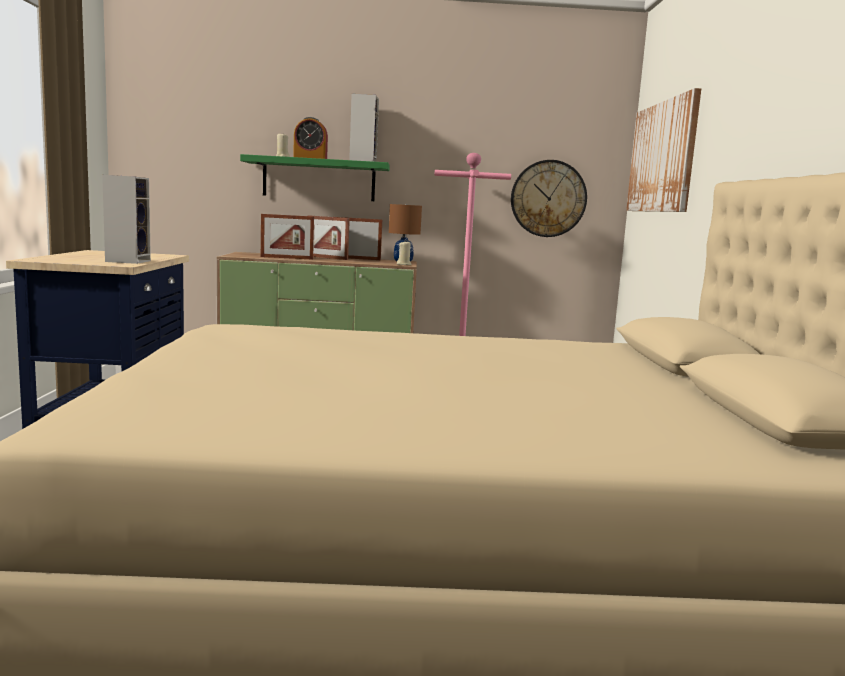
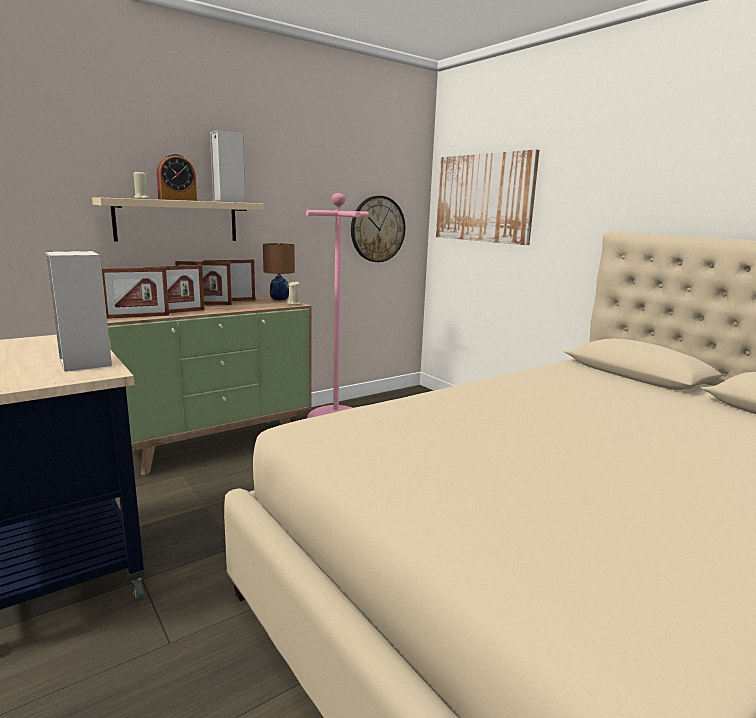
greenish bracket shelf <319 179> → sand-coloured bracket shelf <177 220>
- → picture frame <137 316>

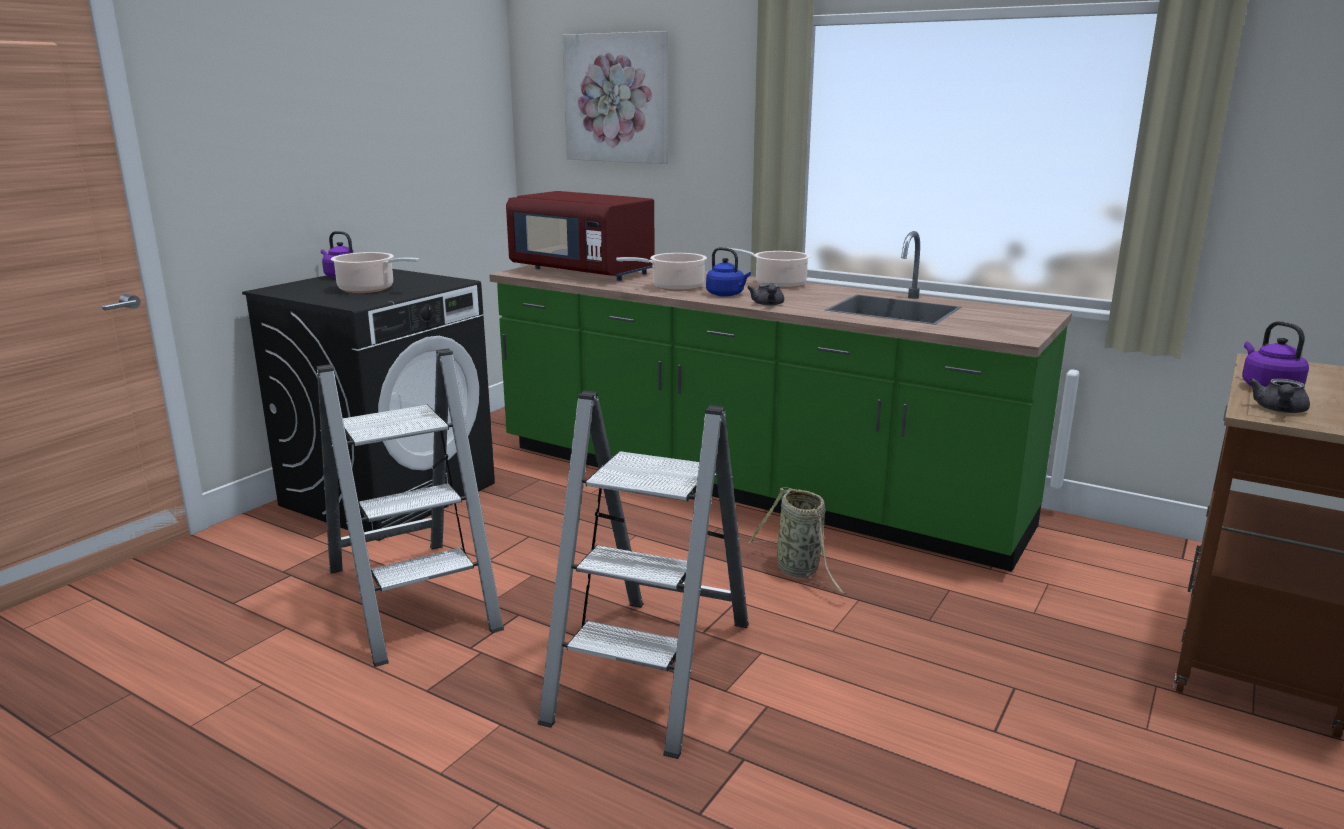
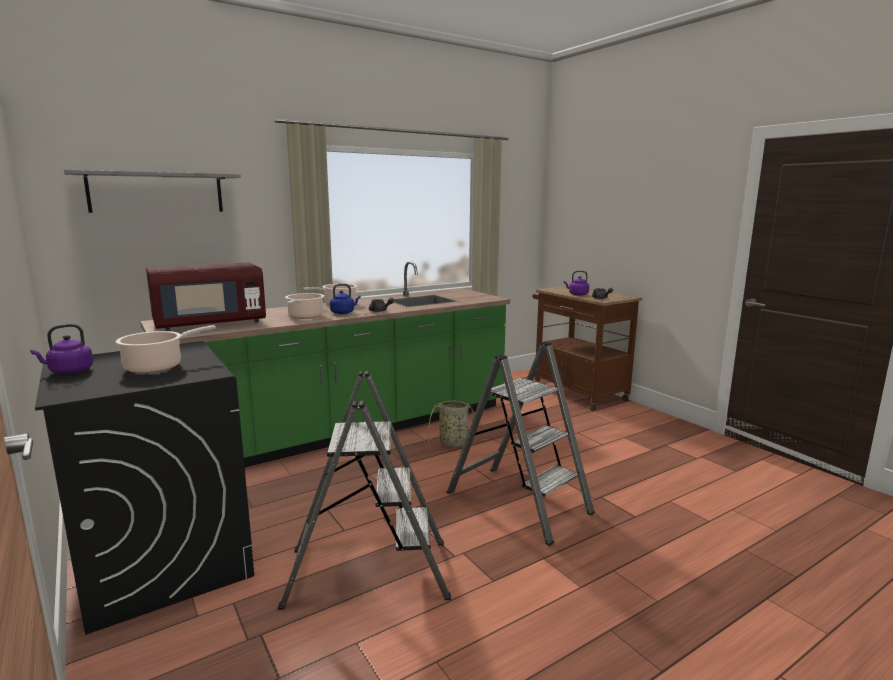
picture <617 98> → greyish bracket shelf <157 192>

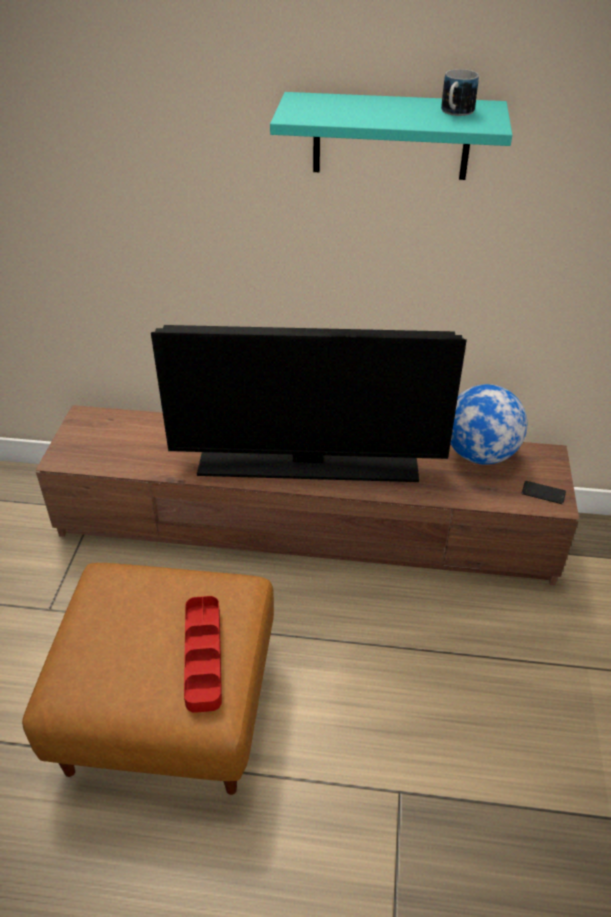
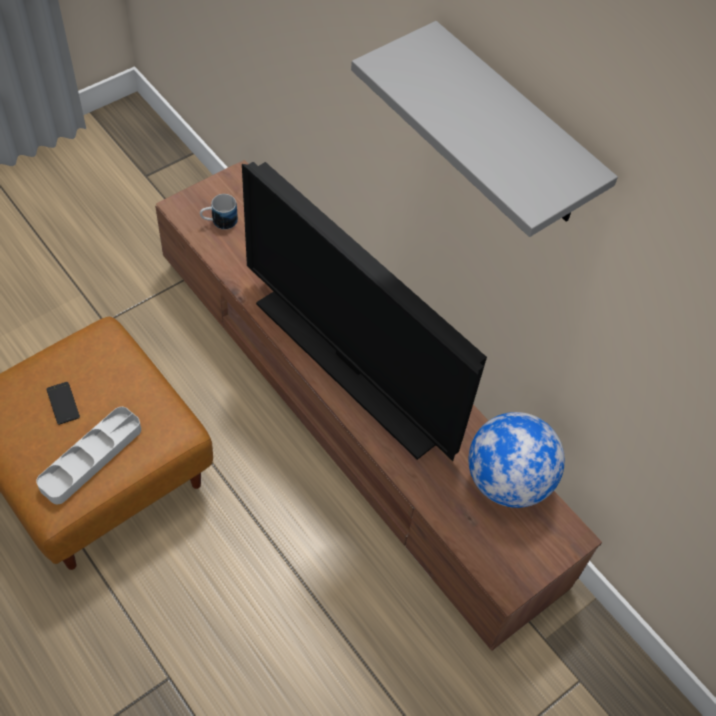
red tray <203 656> → greyish tray <91 458>
turquoise bracket shelf <391 136> → greyish bracket shelf <513 129>
coffee mug <455 113> → coffee mug <219 221>, shifted
phone <543 493> → phone <63 403>, shifted

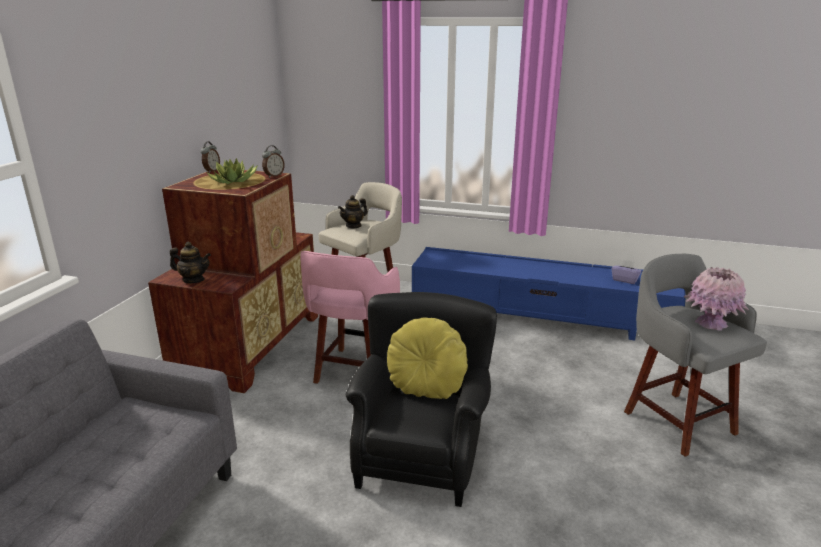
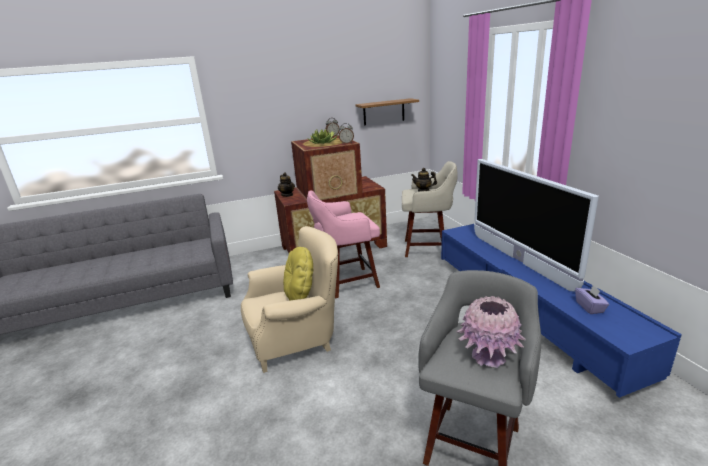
black-coloured lounge chair <421 454> → sand-coloured lounge chair <296 338>
- → bracket shelf <384 112>
- → TV <519 260>

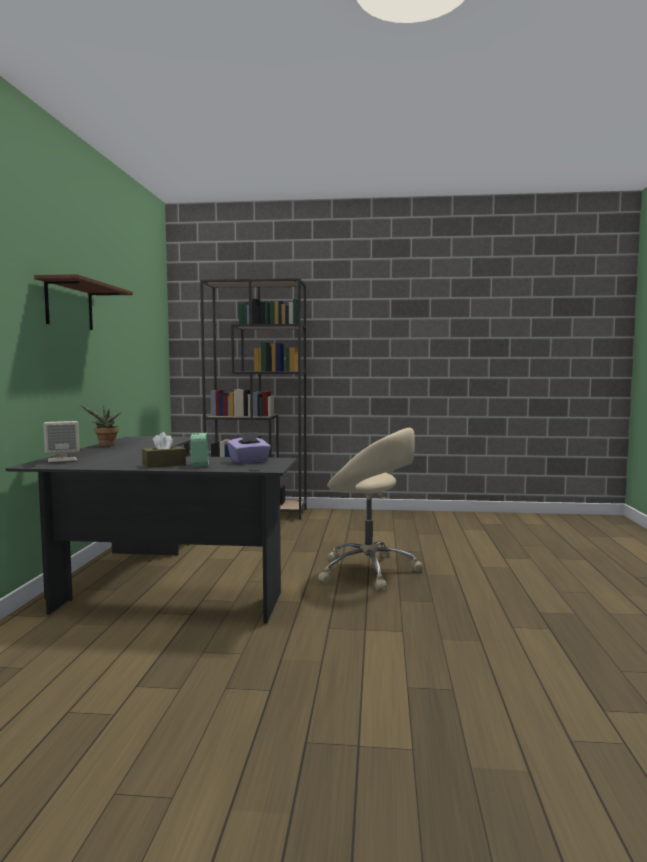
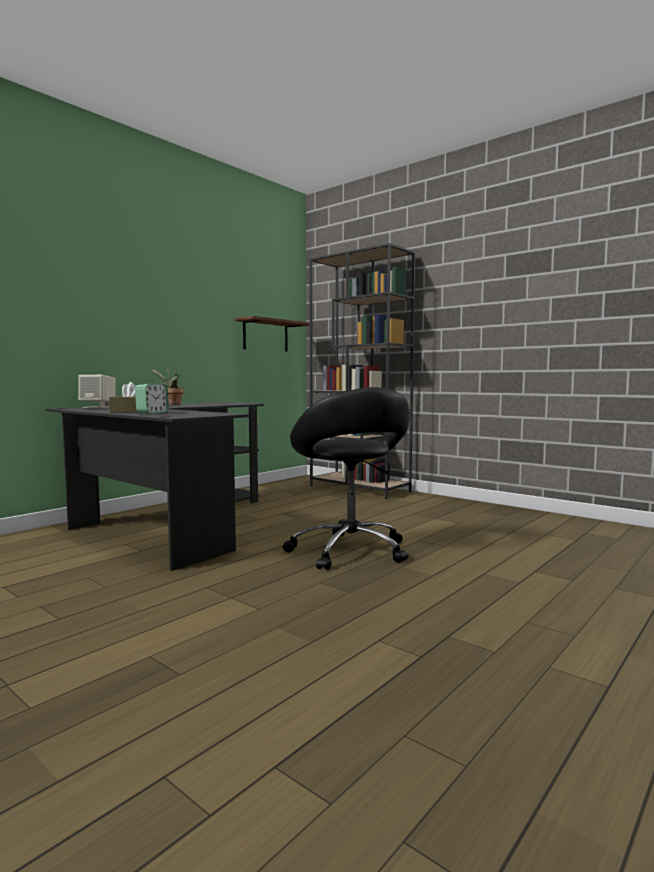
bracket shelf <69 305> → bracket shelf <265 336>, shifted
purple-coloured box of tissues <249 461> → -
sand-coloured desk chair <370 571> → black-coloured desk chair <350 551>

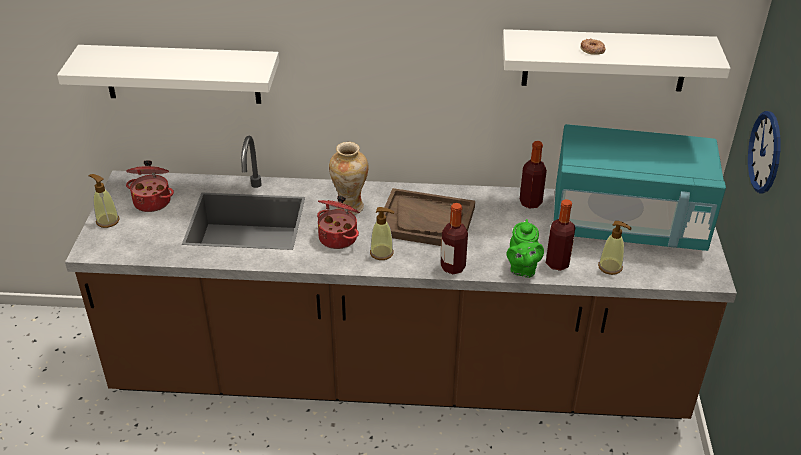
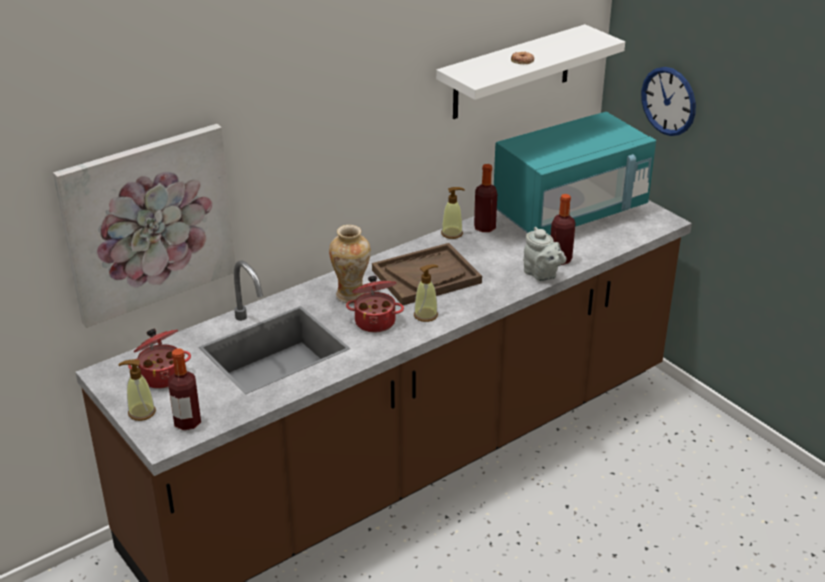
white bracket shelf <182 74> → picture <148 222>
drink bottle <453 267> → drink bottle <187 422>, shifted
greenish pot for tea <522 269> → greyish pot for tea <542 275>
soap bottle <610 267> → soap bottle <452 233>, shifted

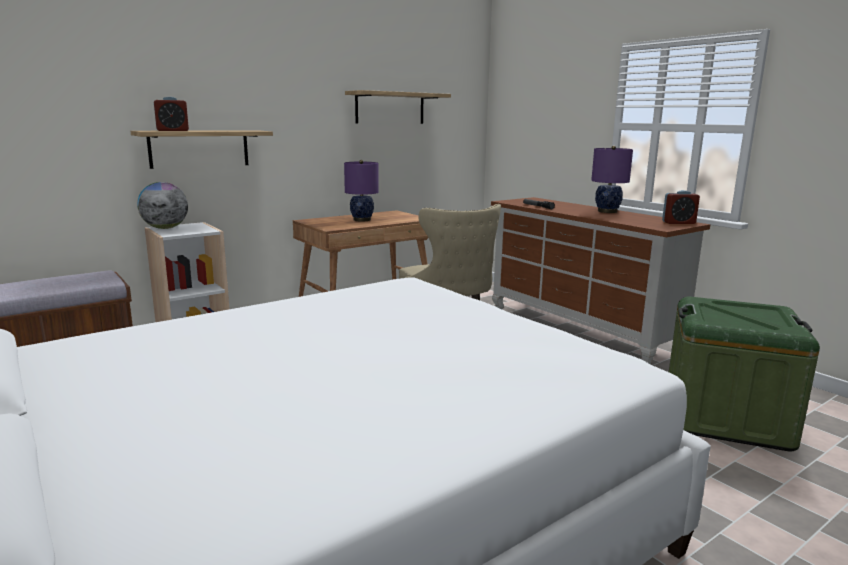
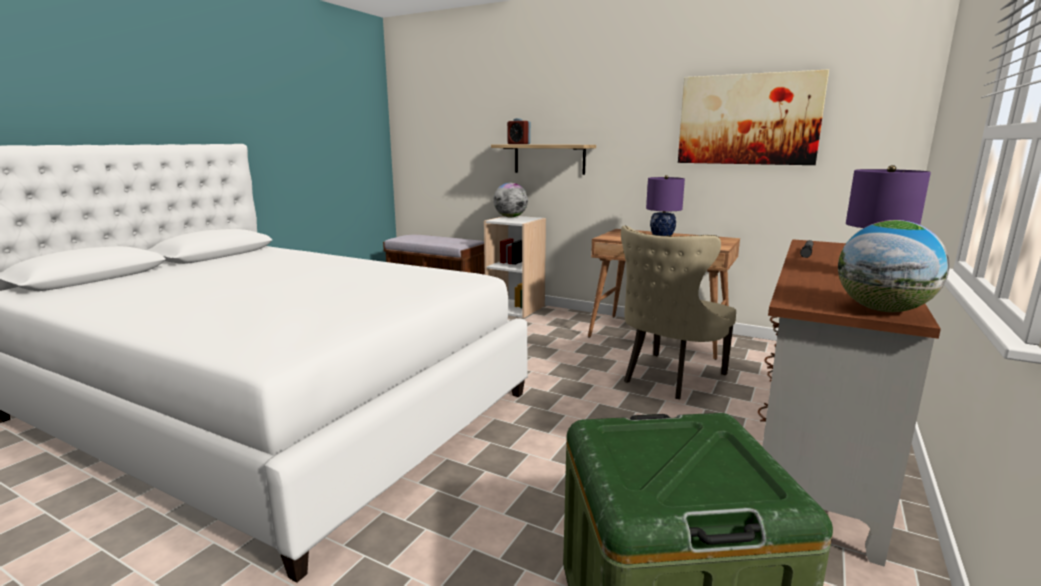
bracket shelf <390 108> → picture <748 119>
table clock <678 223> → globe <882 310>

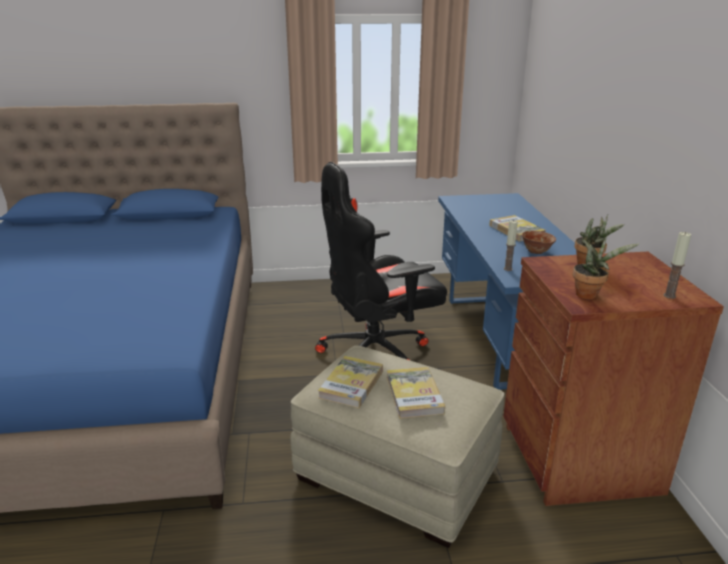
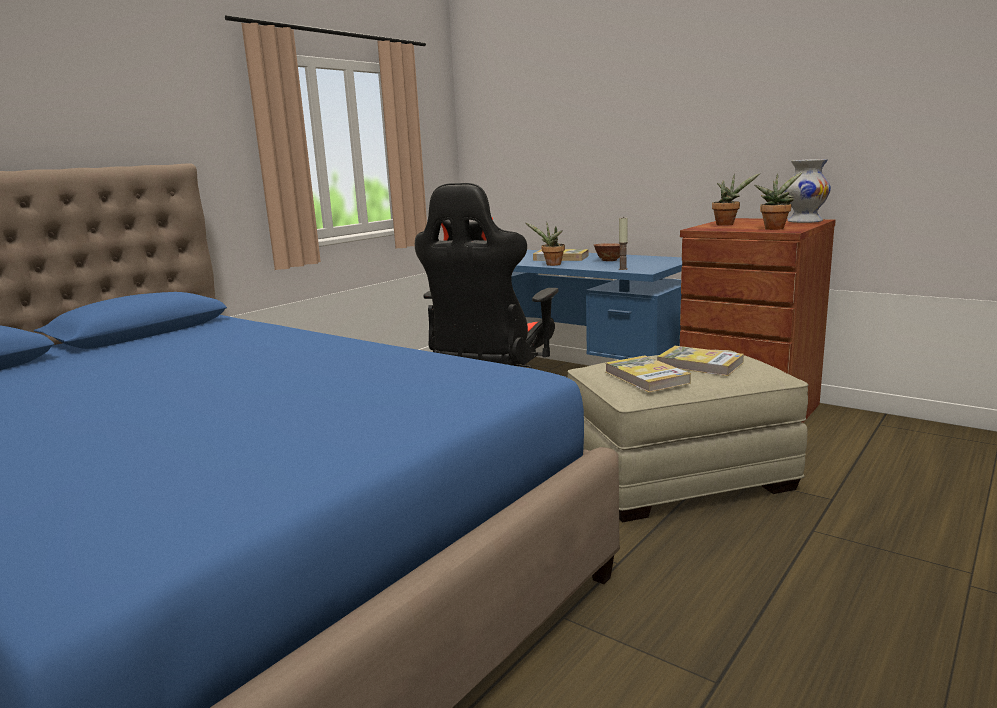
candle <669 296> → white vase <804 221>
- → potted plant <551 265>

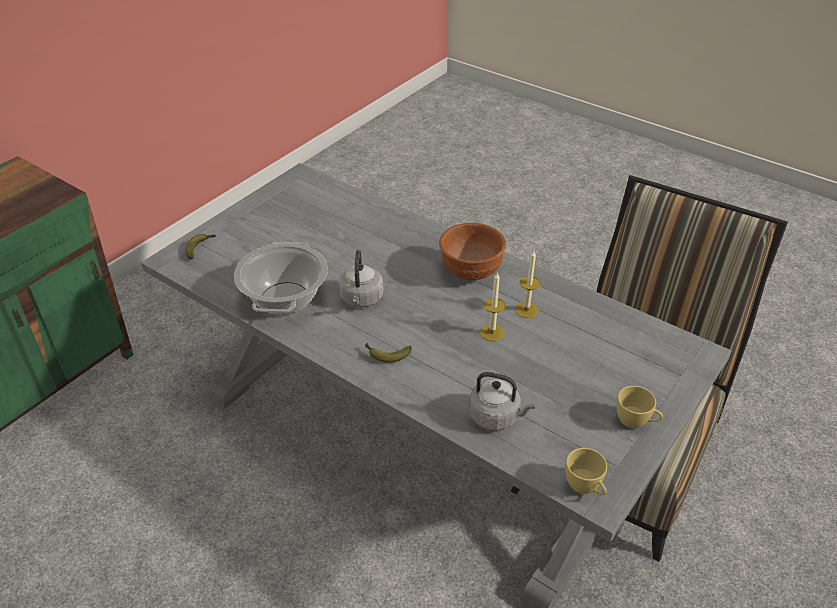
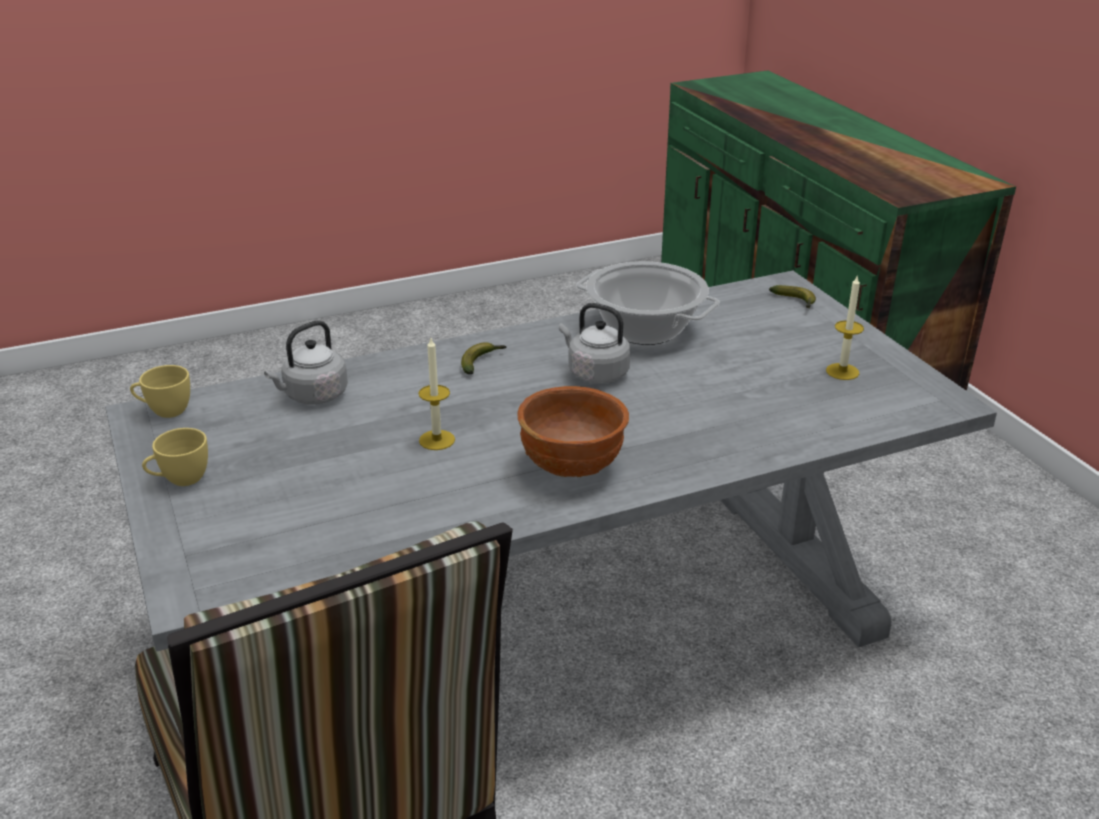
candle <526 310> → candle <842 371>, shifted

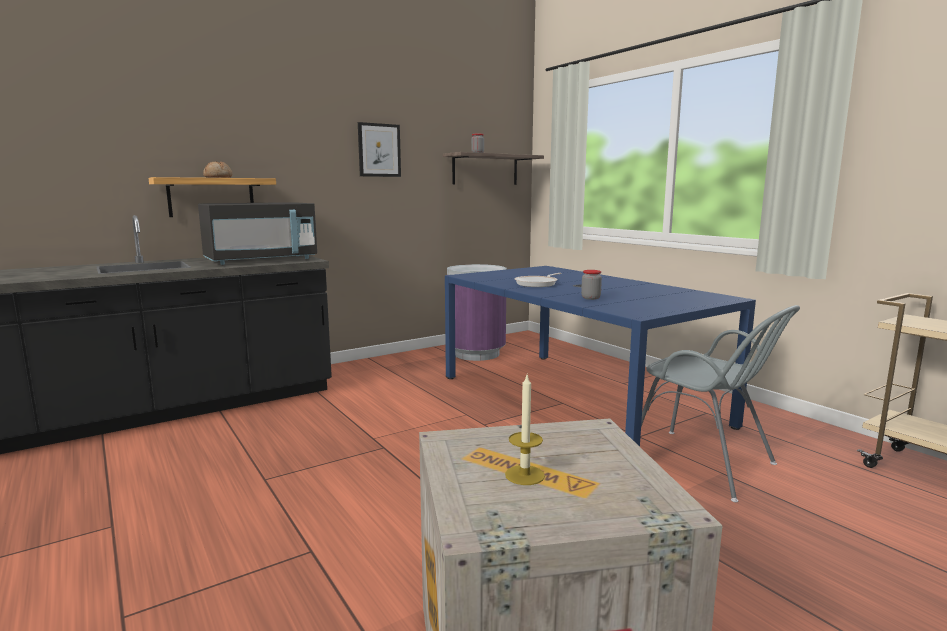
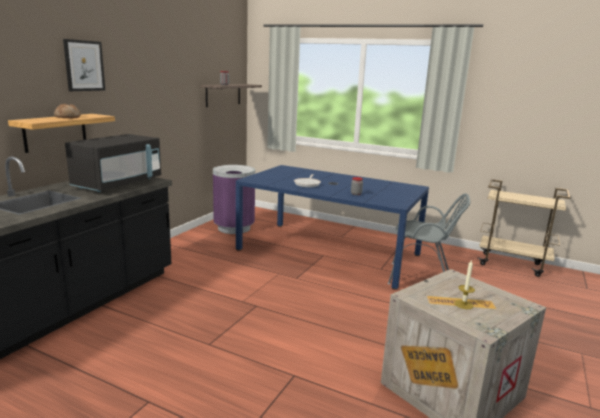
picture <379 150> → picture <84 66>, shifted

